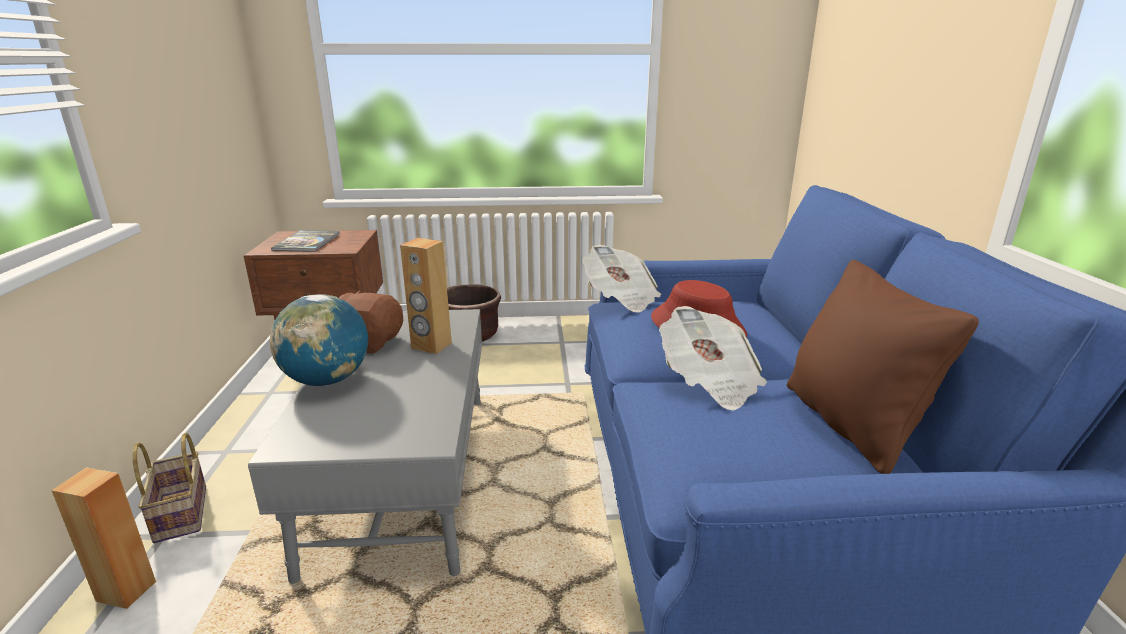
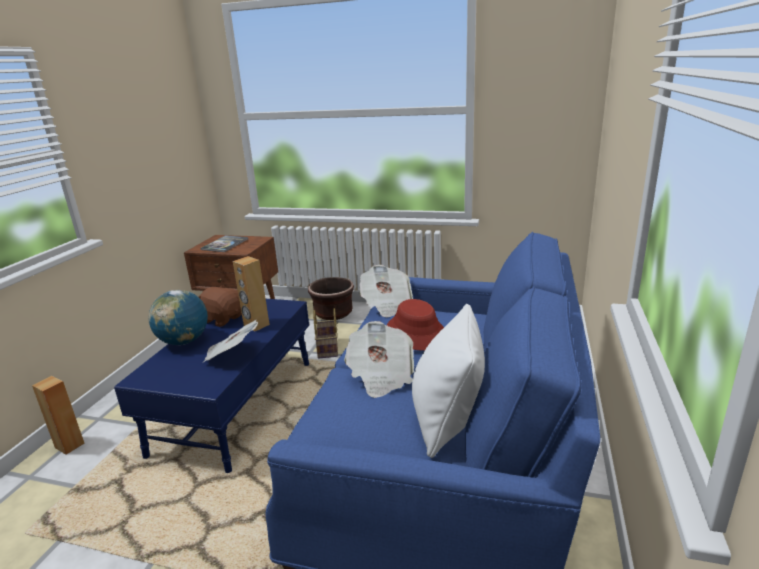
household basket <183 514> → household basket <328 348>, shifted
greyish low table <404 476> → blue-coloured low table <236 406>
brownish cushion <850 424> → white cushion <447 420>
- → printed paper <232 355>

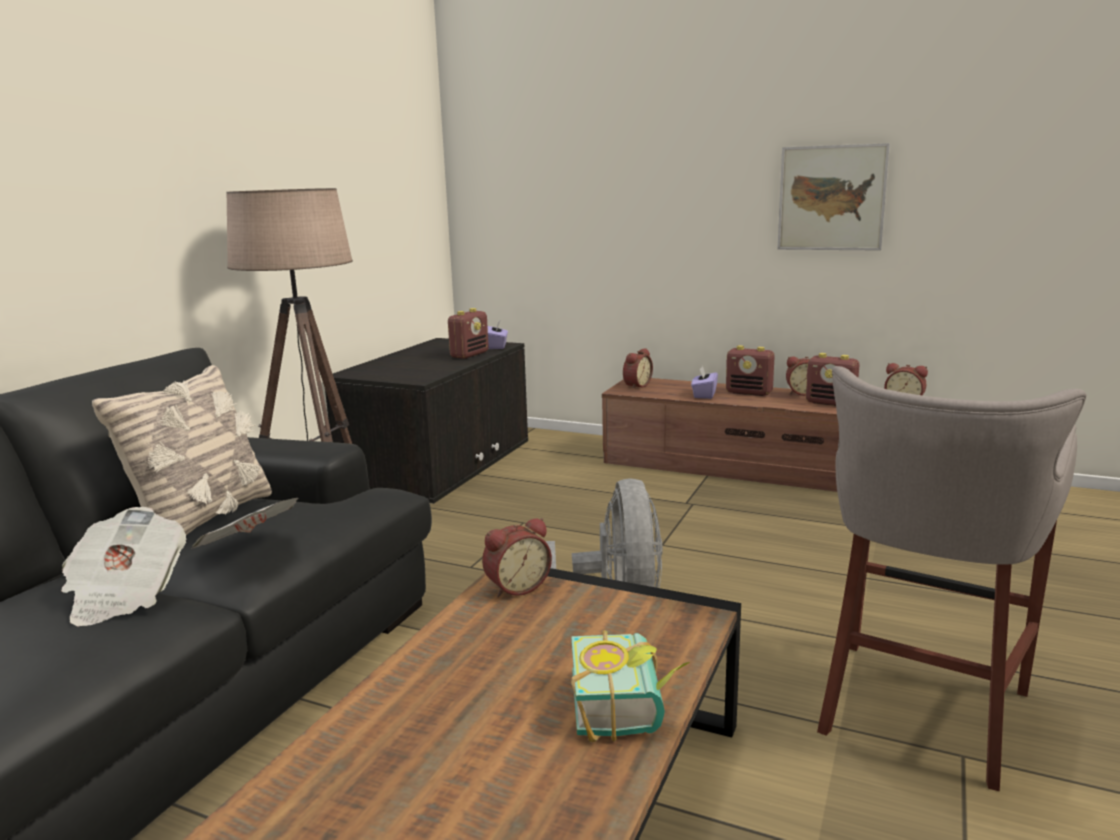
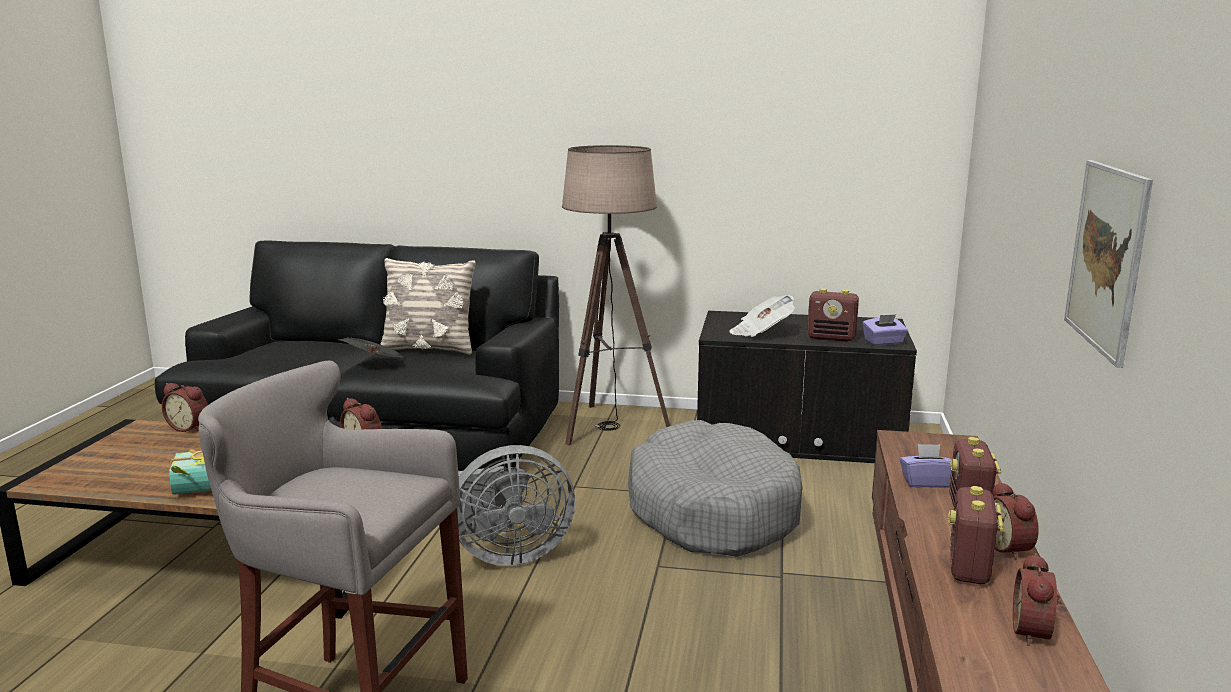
printed paper <125 594> → printed paper <761 333>, shifted
table clock <636 386> → table clock <190 427>, shifted
- → greyish dog bed <712 510>

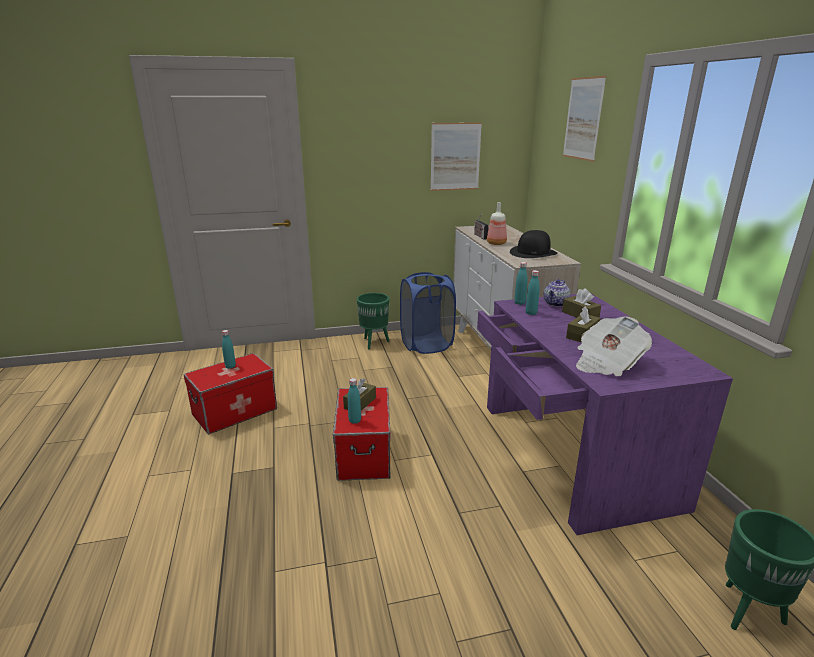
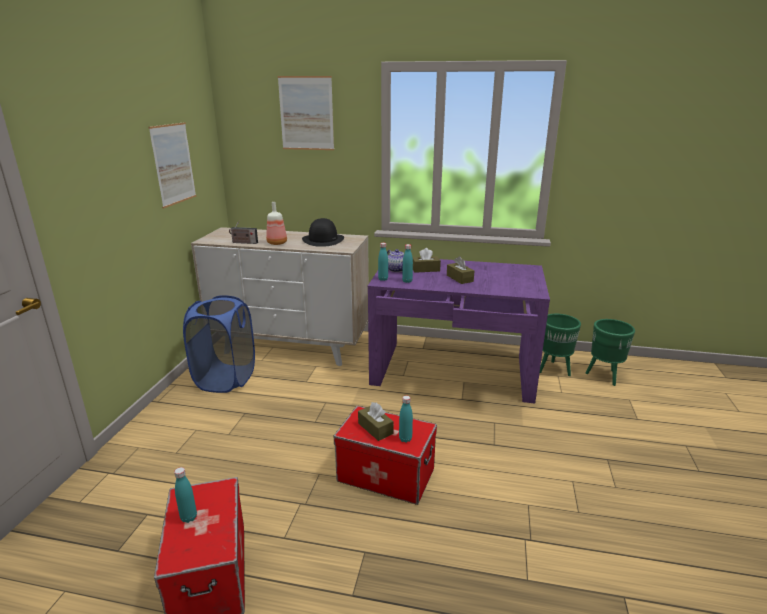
greenish planter <374 343> → greenish planter <553 369>, shifted
printed paper <607 363> → -

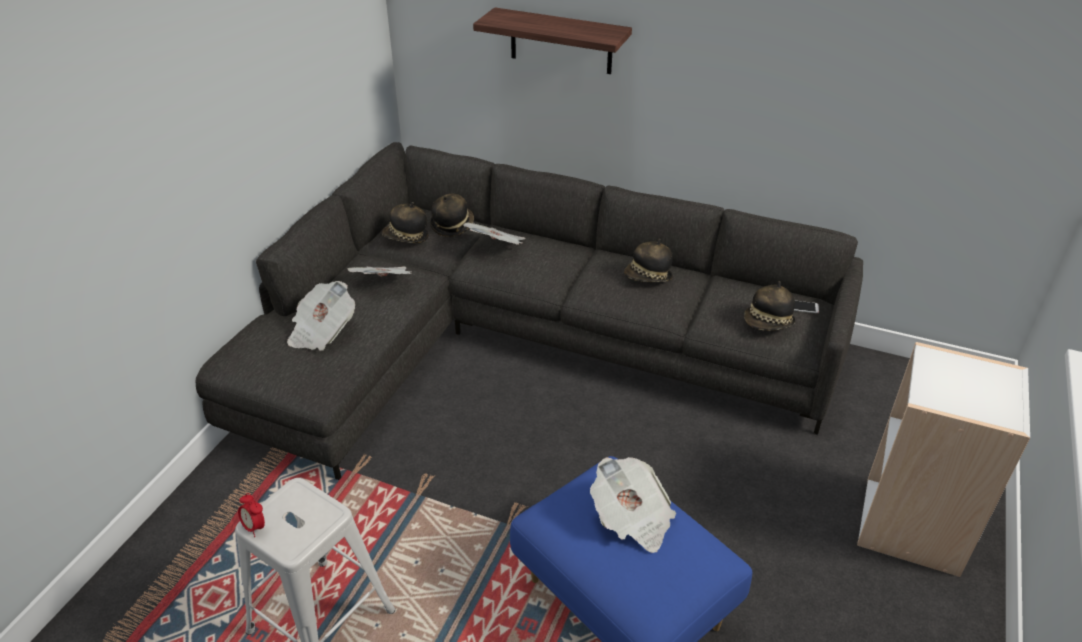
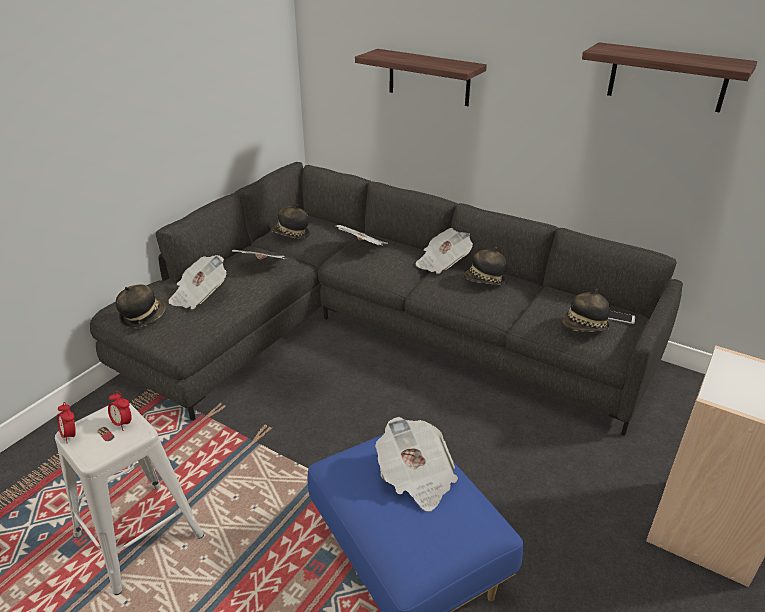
clothing hat <452 225> → clothing hat <143 316>, shifted
- → table clock <123 423>
- → printed paper <442 263>
- → bracket shelf <667 77>

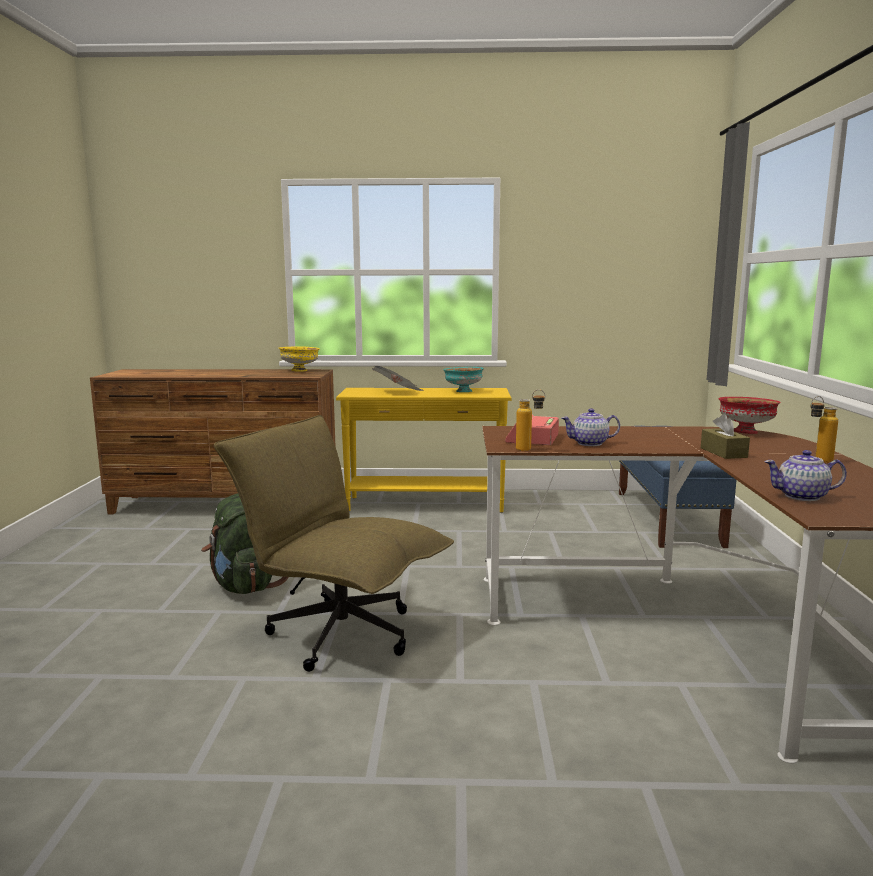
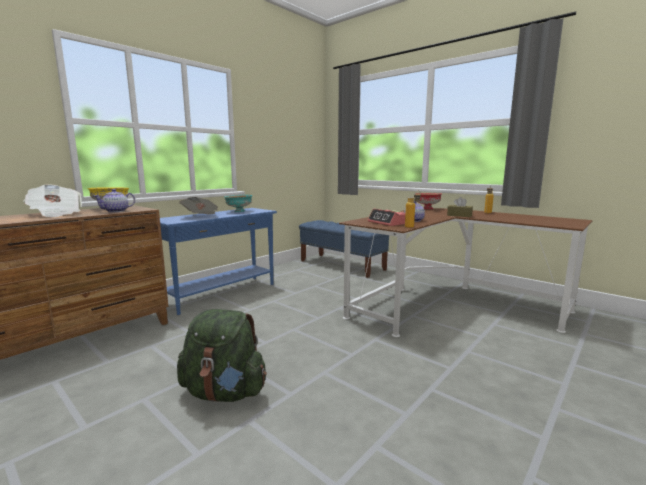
sand-coloured desk chair <344 634> → -
yellow console table <426 504> → blue-coloured console table <222 294>
pot for tea <802 496> → pot for tea <116 211>, shifted
- → printed paper <56 214>

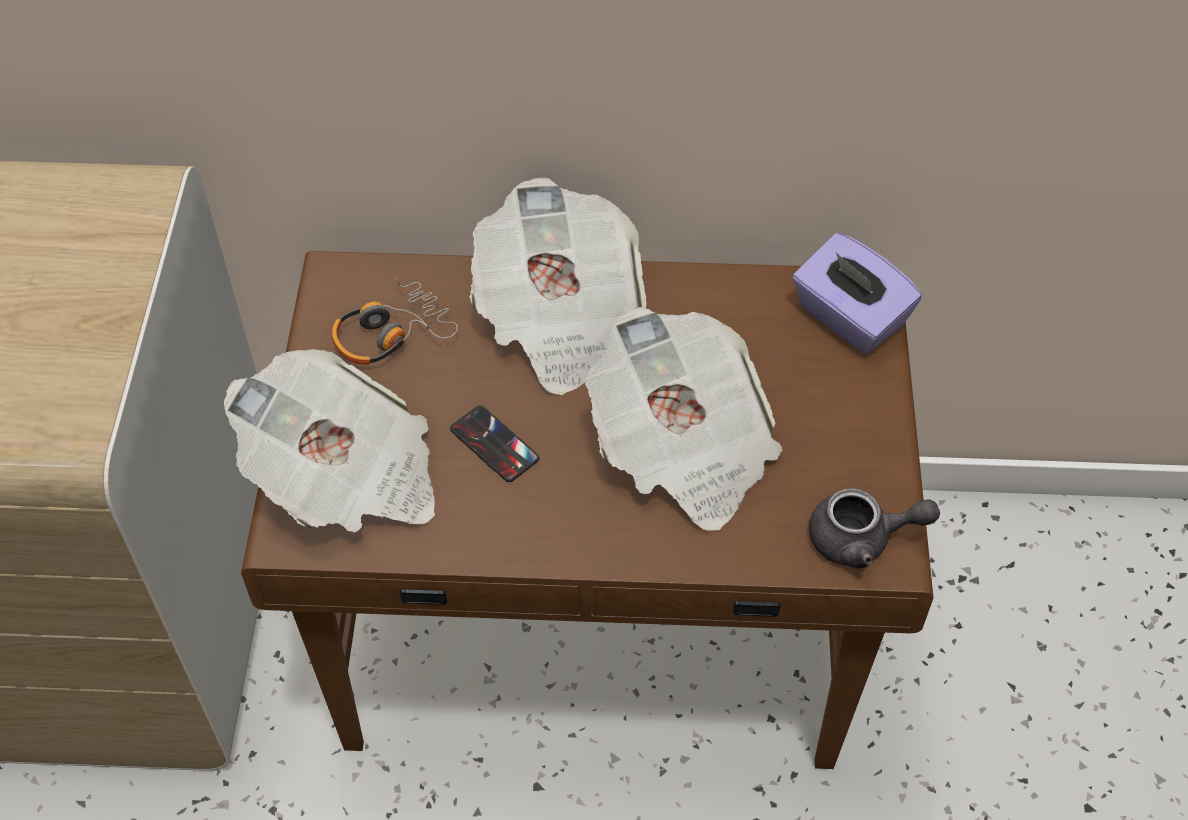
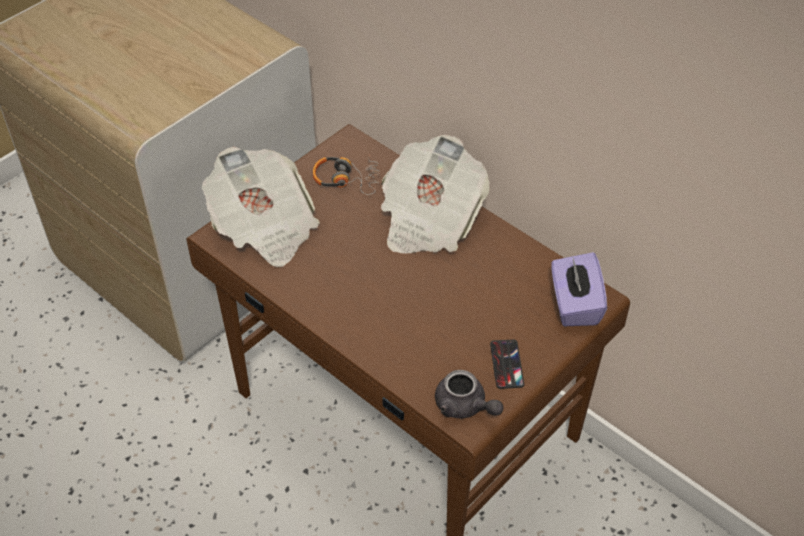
phone <494 444> → phone <506 364>, shifted
printed paper <683 449> → -

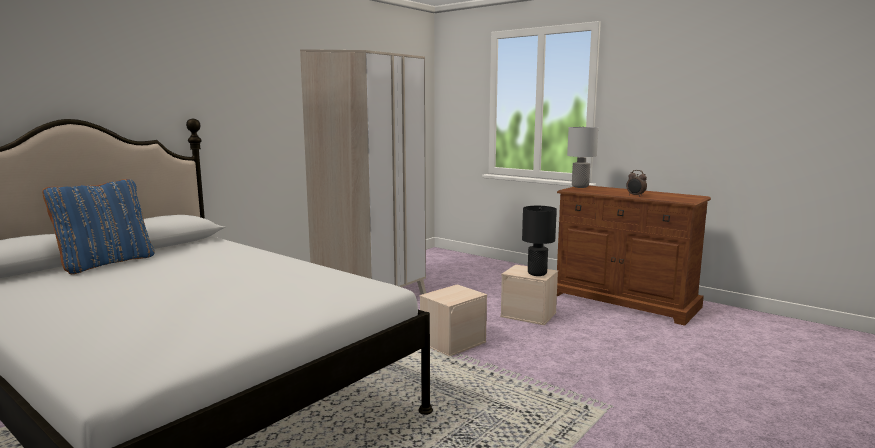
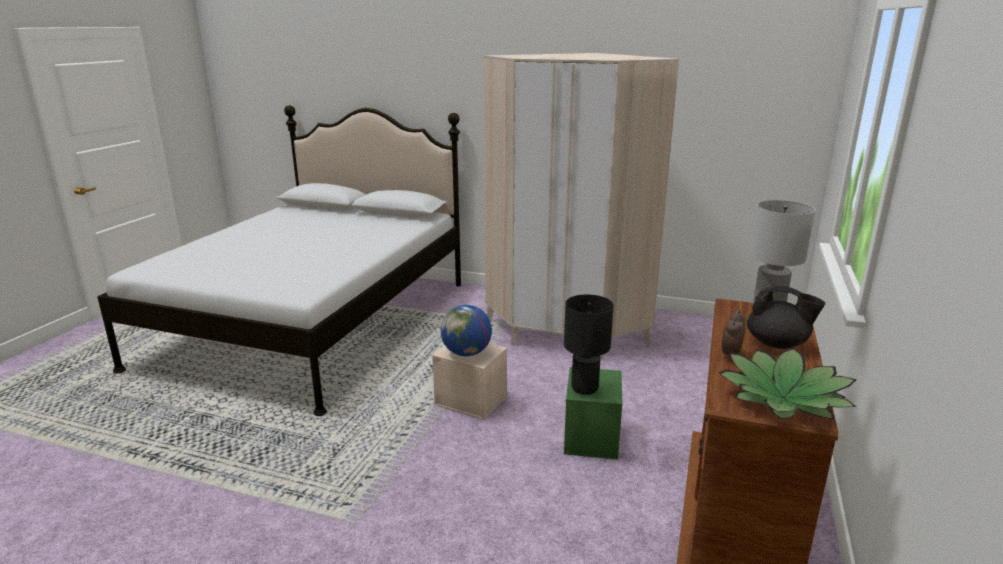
blue-coloured cushion <106 263> → -
sand-coloured storage container <529 314> → greenish storage container <592 438>
- → globe <466 353>
- → potted plant <783 398>
- → black-coloured pot for tea <777 344>

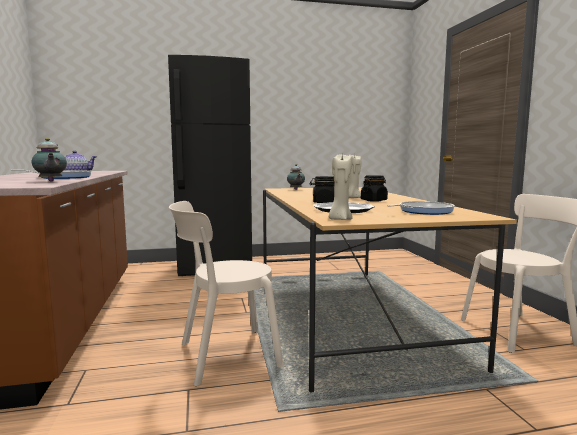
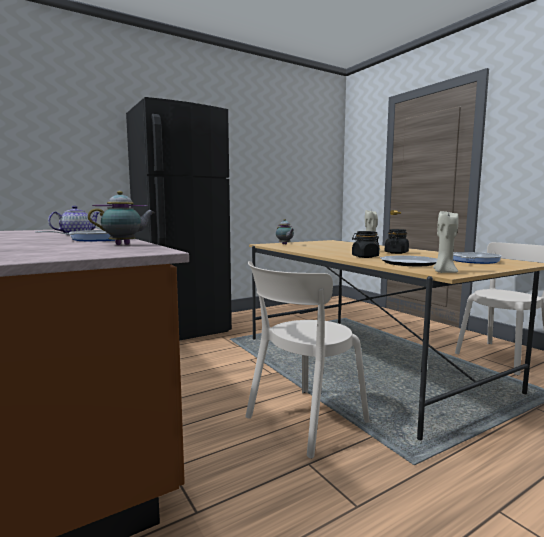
pot for tea <50 181> → pot for tea <125 245>, 60 degrees counterclockwise

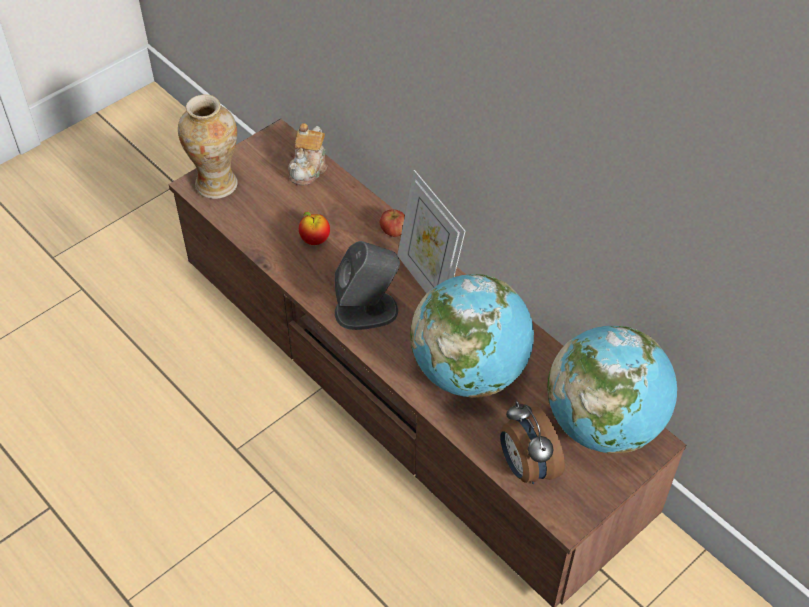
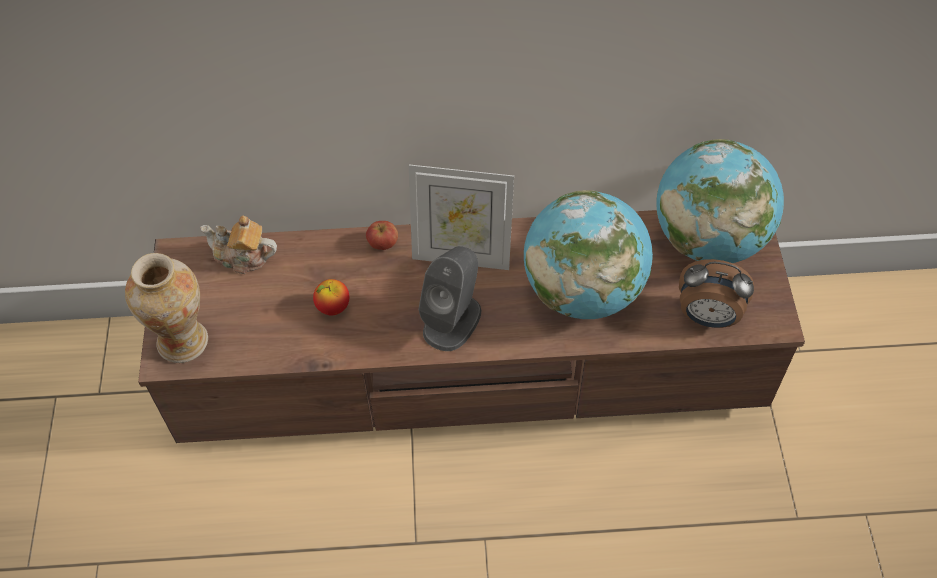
pot for tea <309 168> → pot for tea <242 257>, 135 degrees clockwise

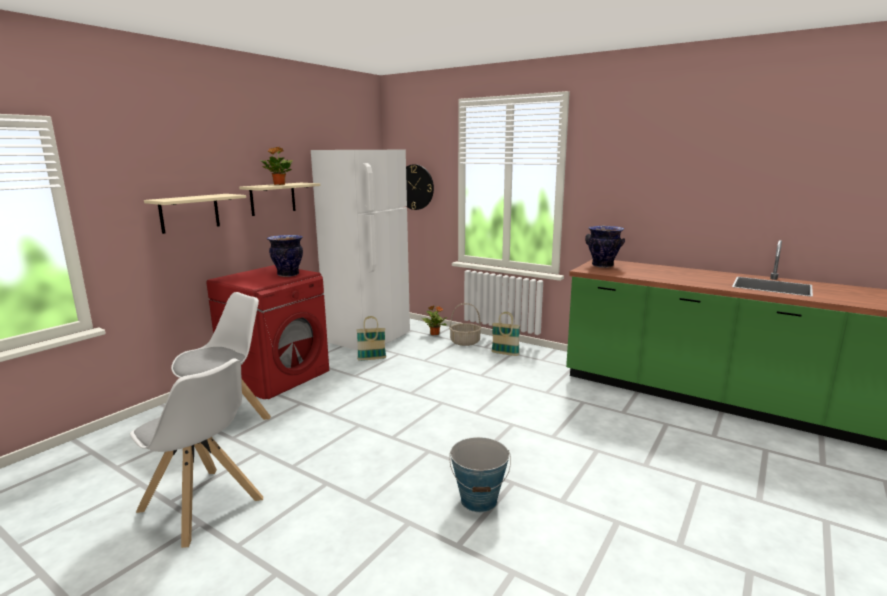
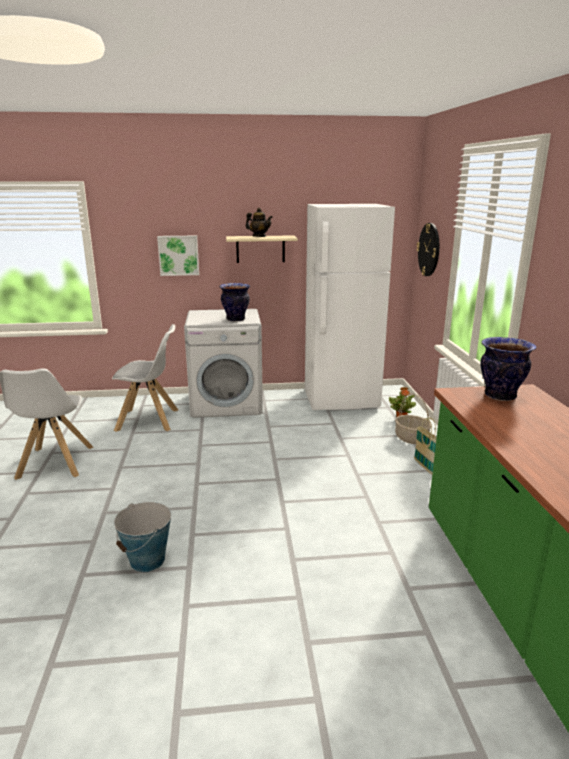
sand-coloured bracket shelf <189 213> → picture <178 255>
red laundry machine <278 376> → white laundry machine <227 404>
potted plant <279 184> → pot for tea <259 236>
household basket <372 359> → -

